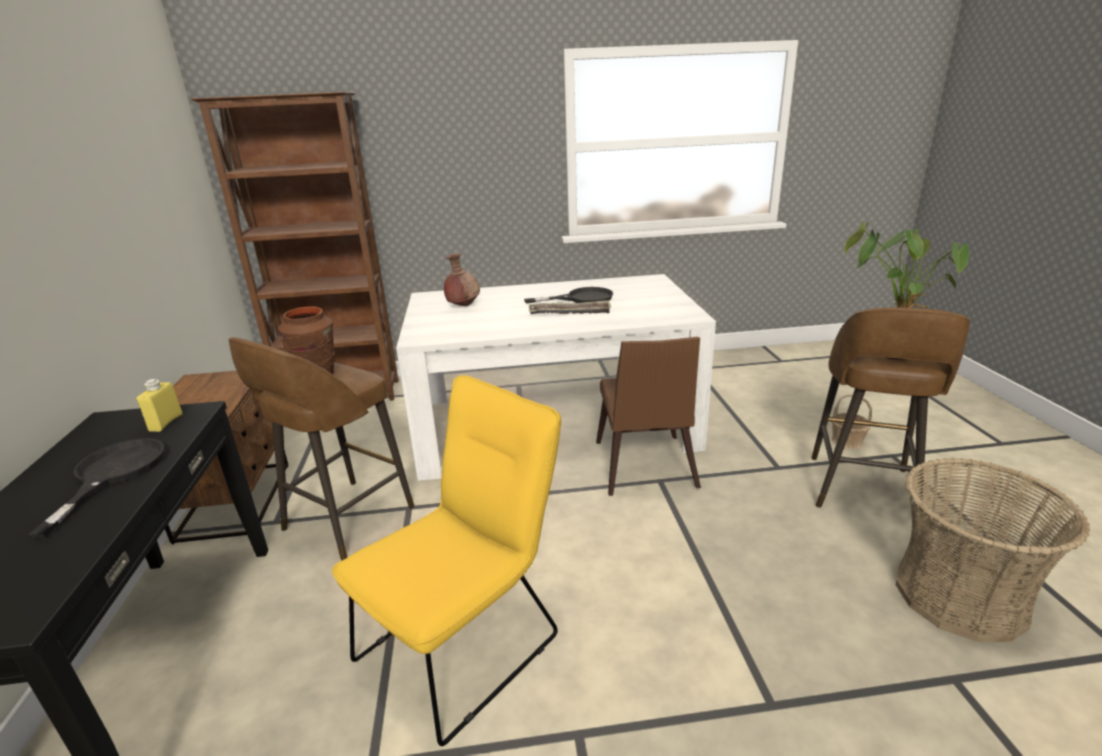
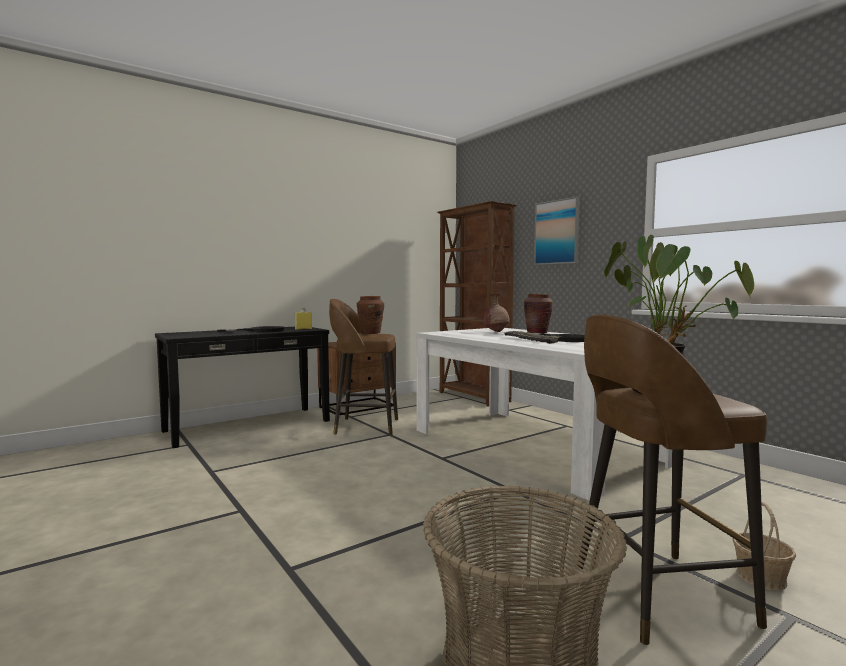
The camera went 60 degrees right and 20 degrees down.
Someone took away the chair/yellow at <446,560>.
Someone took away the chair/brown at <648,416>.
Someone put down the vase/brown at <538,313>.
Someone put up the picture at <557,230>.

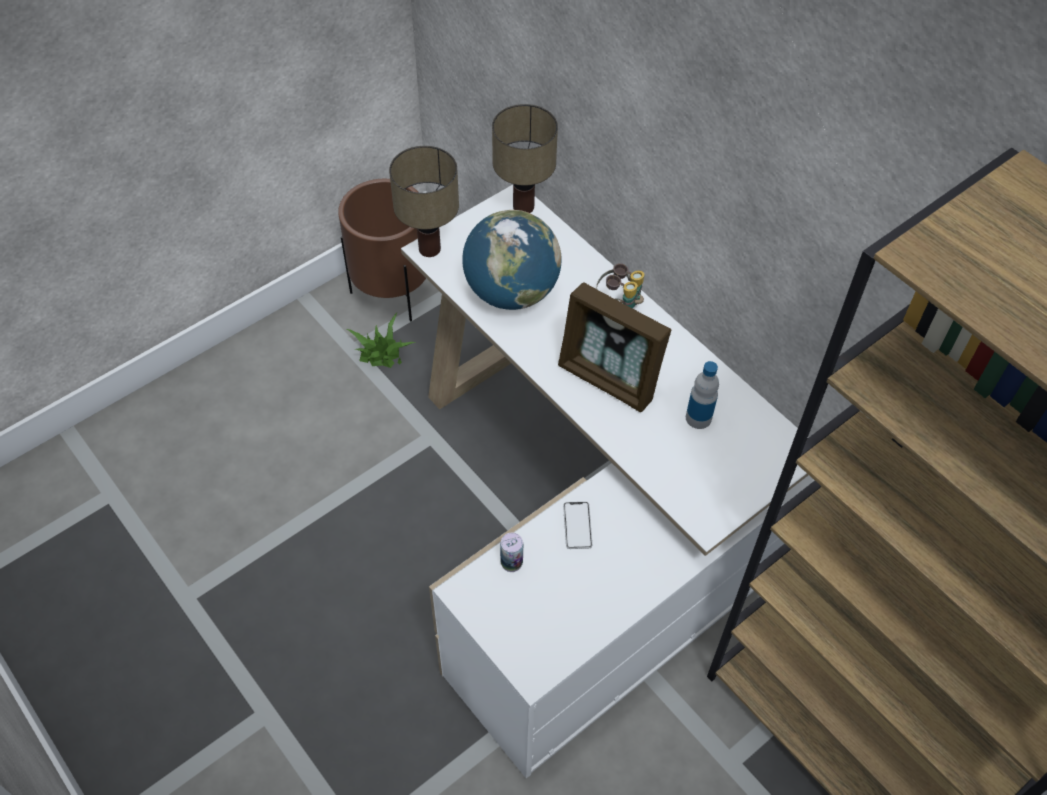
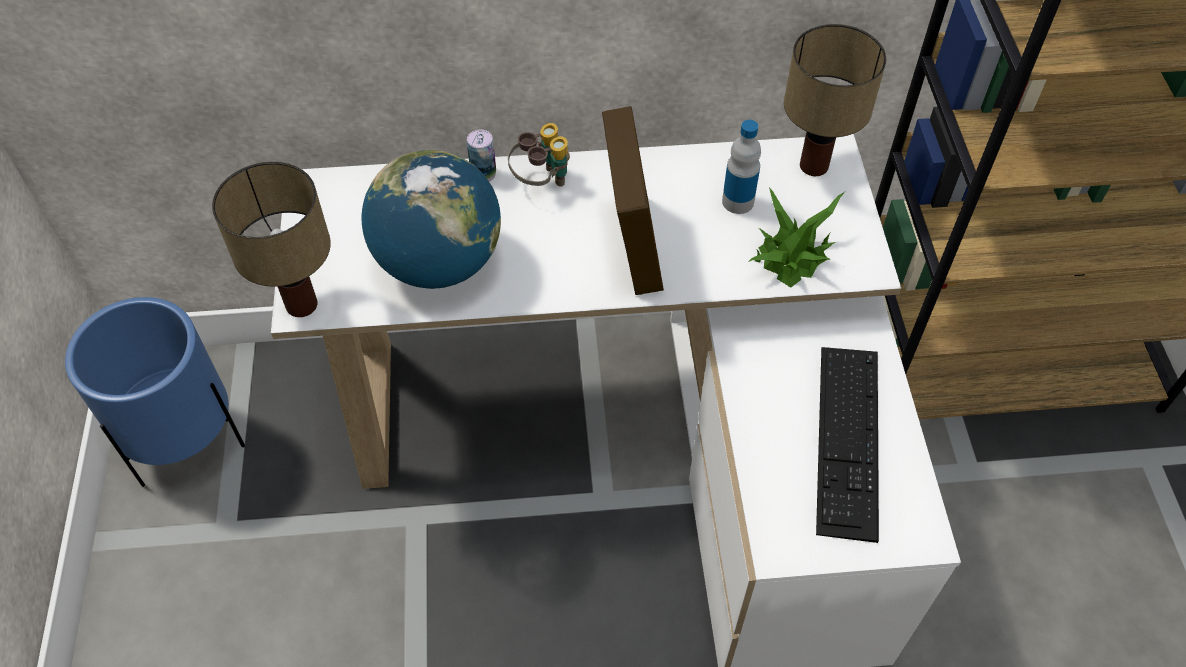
The camera went 55 degrees left and 0 degrees up.
Someone took away the phone at <577,525>.
Someone put down the keyboard at <847,445>.
Someone carried the potted plant from <381,340> to <796,237>.
Someone carried the table lamp from <525,158> to <835,100>.
Someone carried the can from <511,552> to <481,156>.
Someone repainted the planter/brown at <382,250>, which became the planter/blue at <155,392>.
Someone rotated the picture frame at <614,347> by 75 degrees counterclockwise.

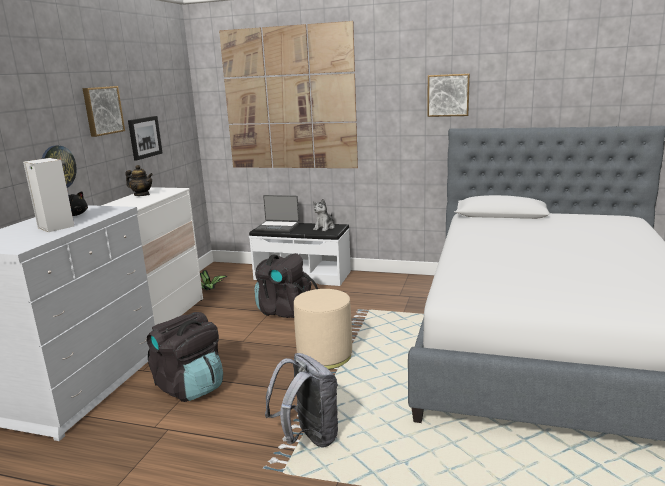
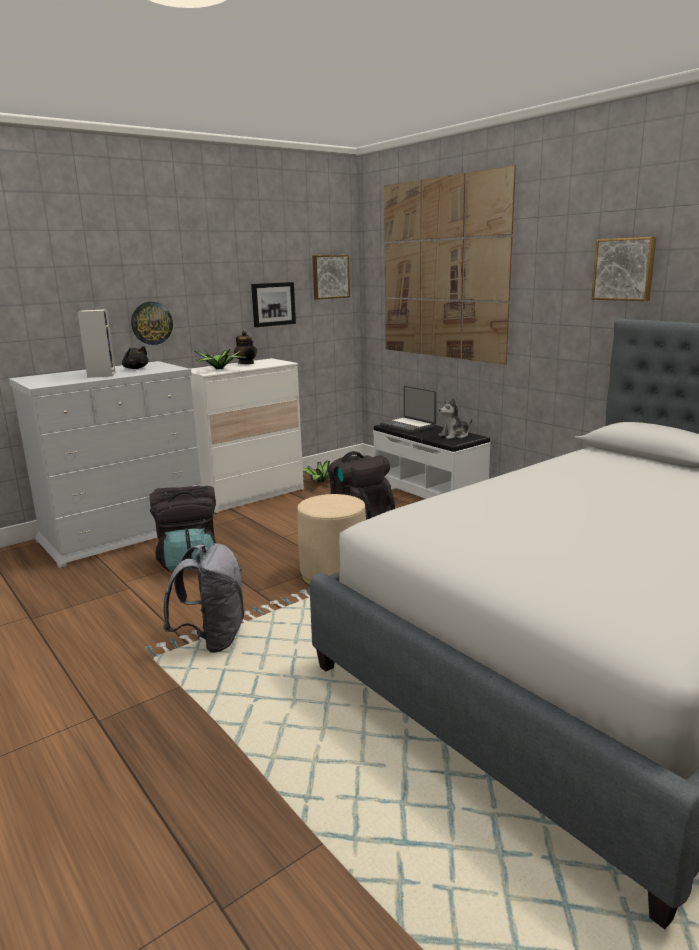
The camera went 35 degrees right and 0 degrees up.
Someone put down the potted plant at <220,359>.
Someone carried the picture from <104,111> to <331,277>.

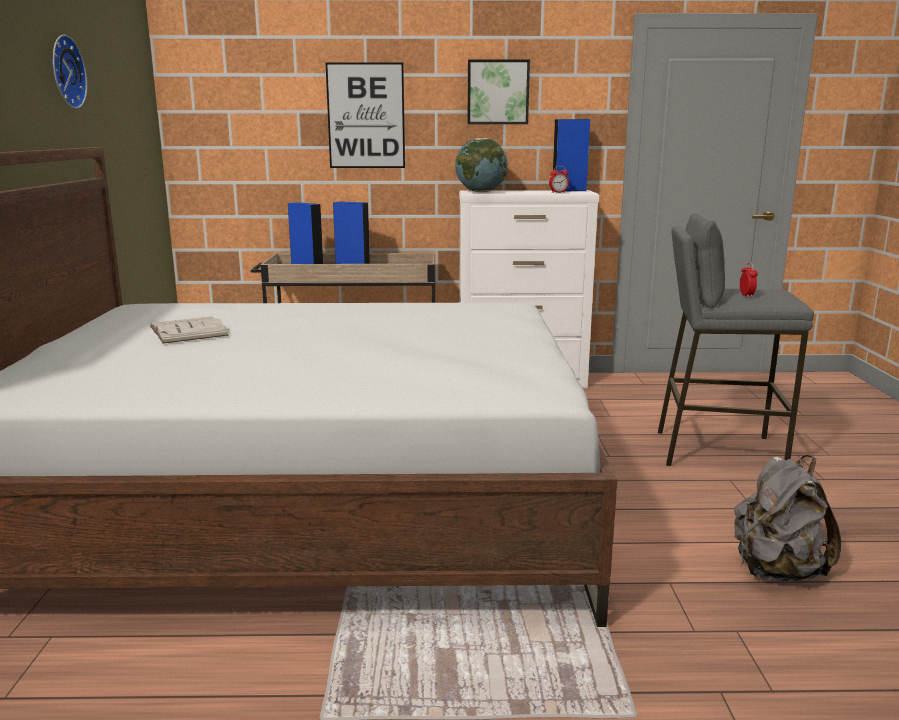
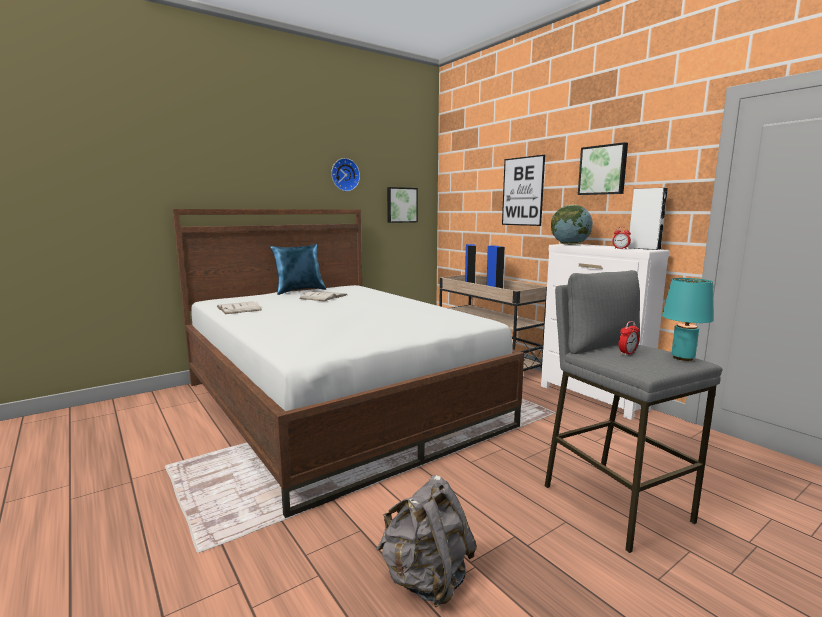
The camera went 55 degrees right and 5 degrees down.
Someone put down the book/white at <239,308>.
Someone put down the pillow/blue at <298,269>.
Someone put up the picture at <402,205>.
Someone put down the table lamp/turquoise at <688,319>.
Someone repainted the speaker/blue at <570,155>, which became the speaker/white at <647,219>.

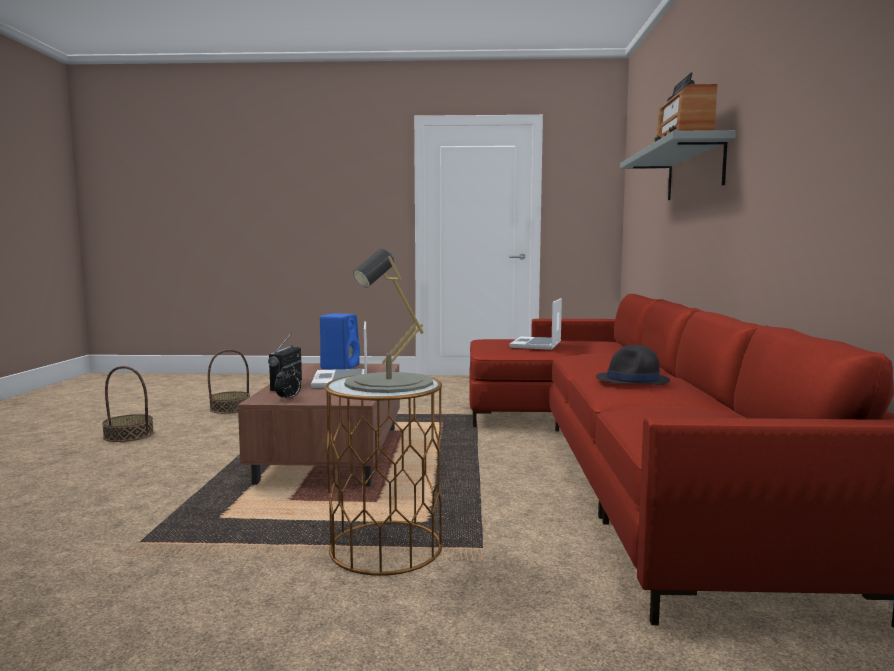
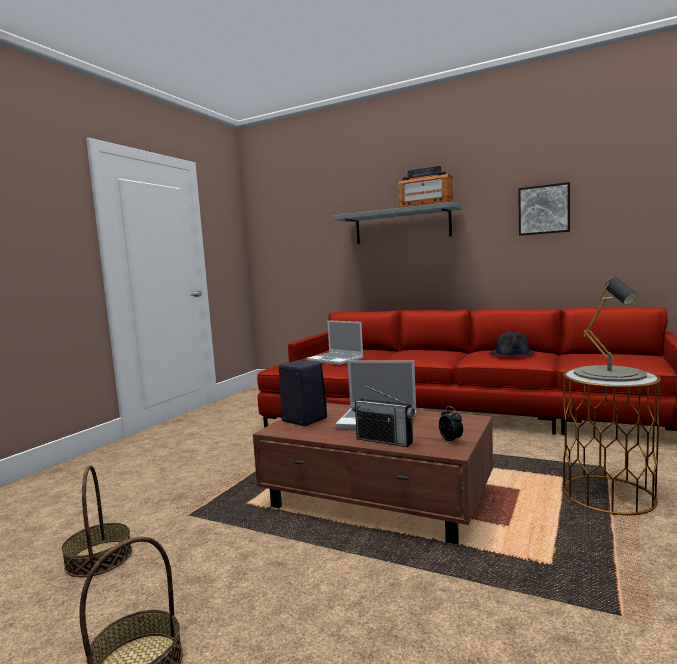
The camera went 65 degrees left and 0 degrees up.
Someone put up the picture at <544,209>.
Someone repainted the speaker/blue at <340,341>, which became the speaker/black at <303,393>.

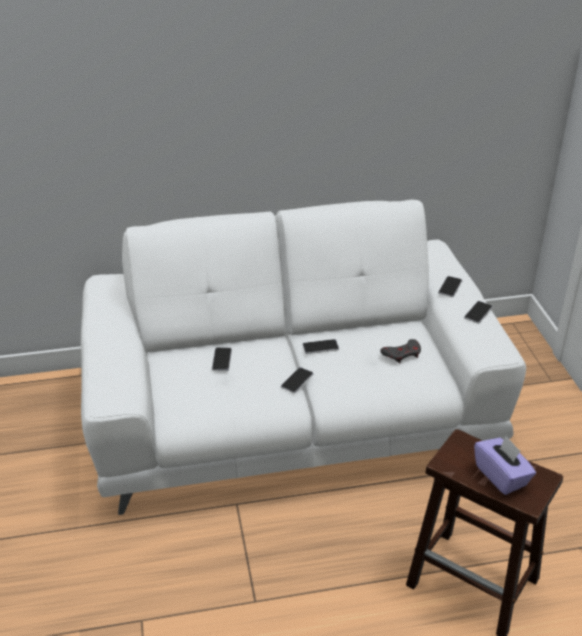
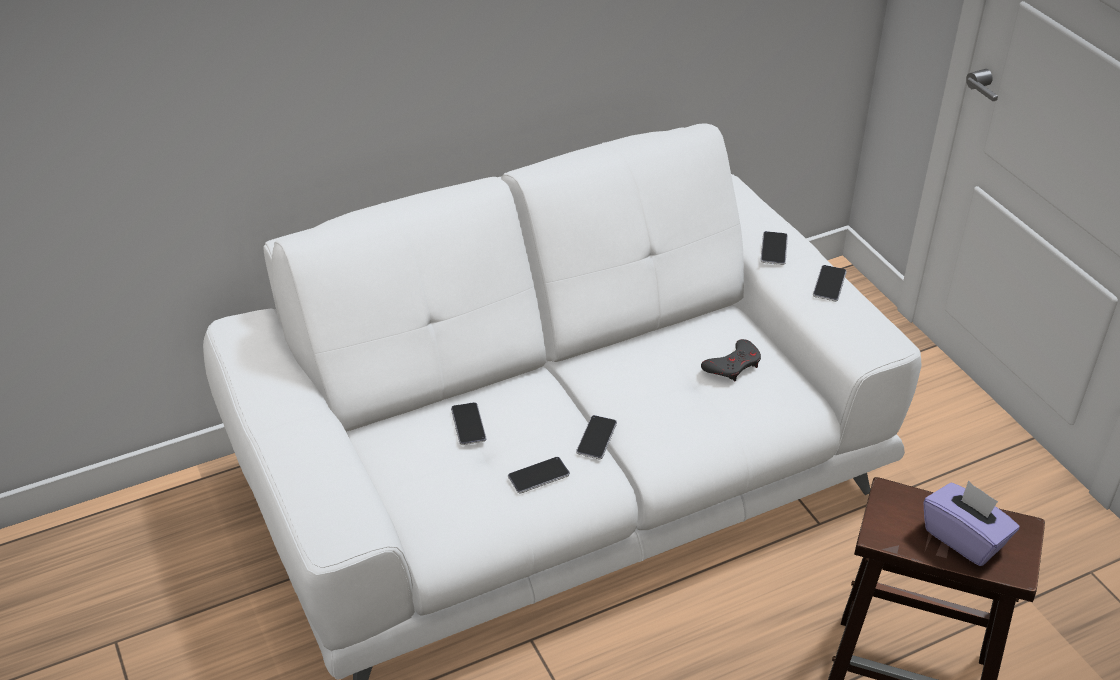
The camera went 15 degrees left and 5 degrees up.
Someone carried the phone from <320,346> to <539,475>.

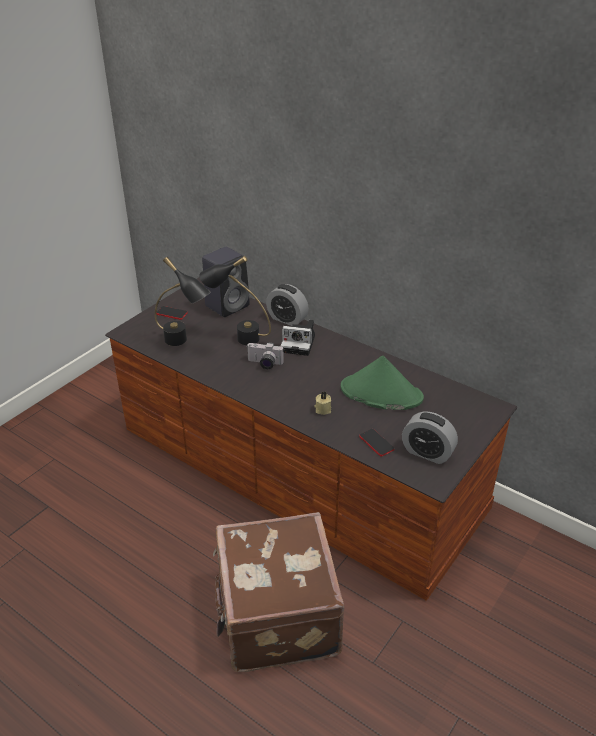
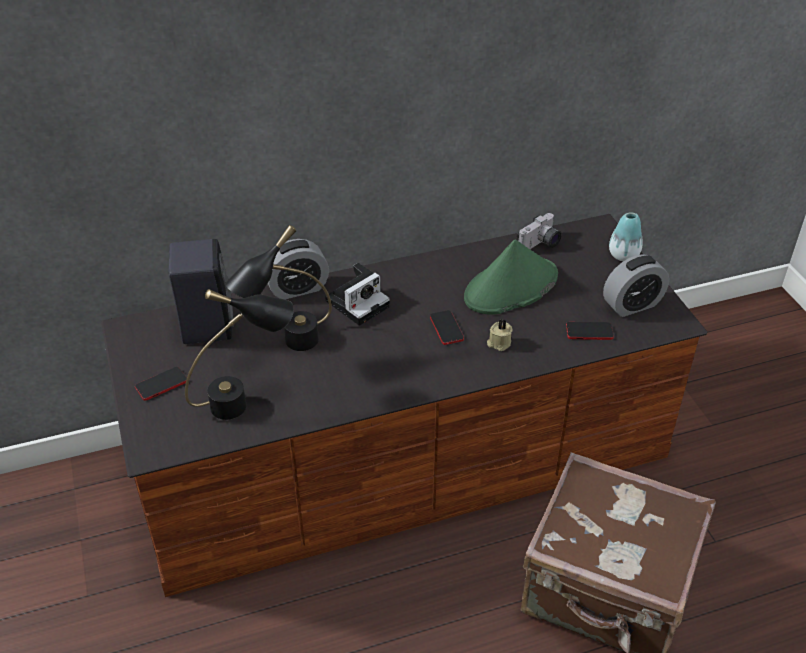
The camera went 55 degrees left and 5 degrees up.
Someone put down the phone at <447,327>.
Someone put down the vase at <626,237>.
Someone carried the photo camera from <265,355> to <539,231>.

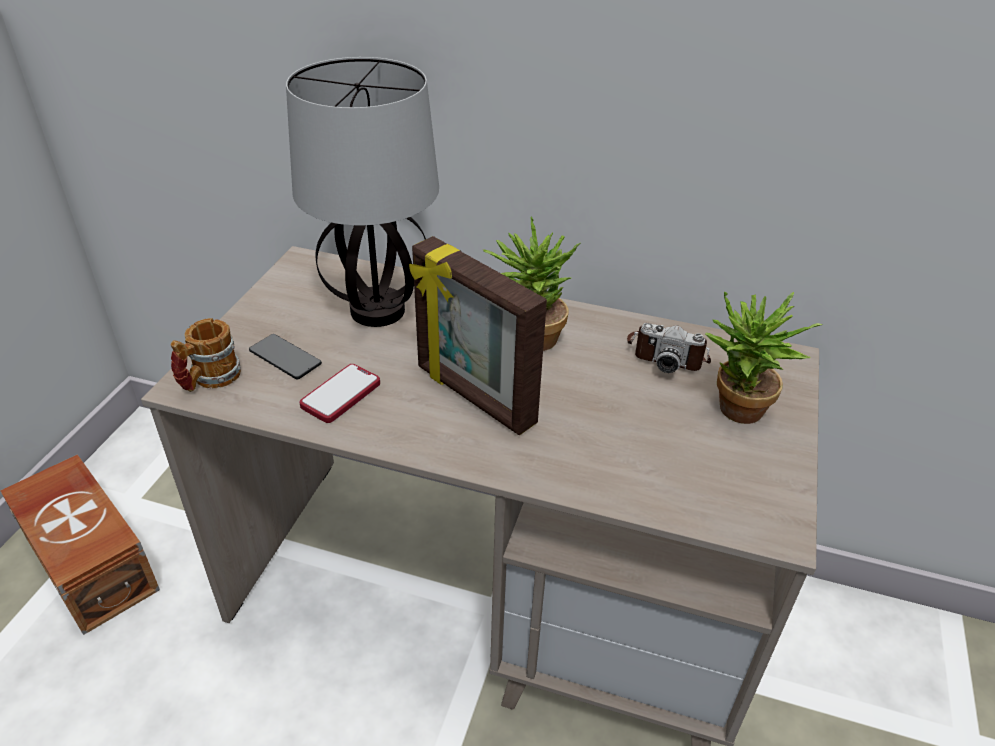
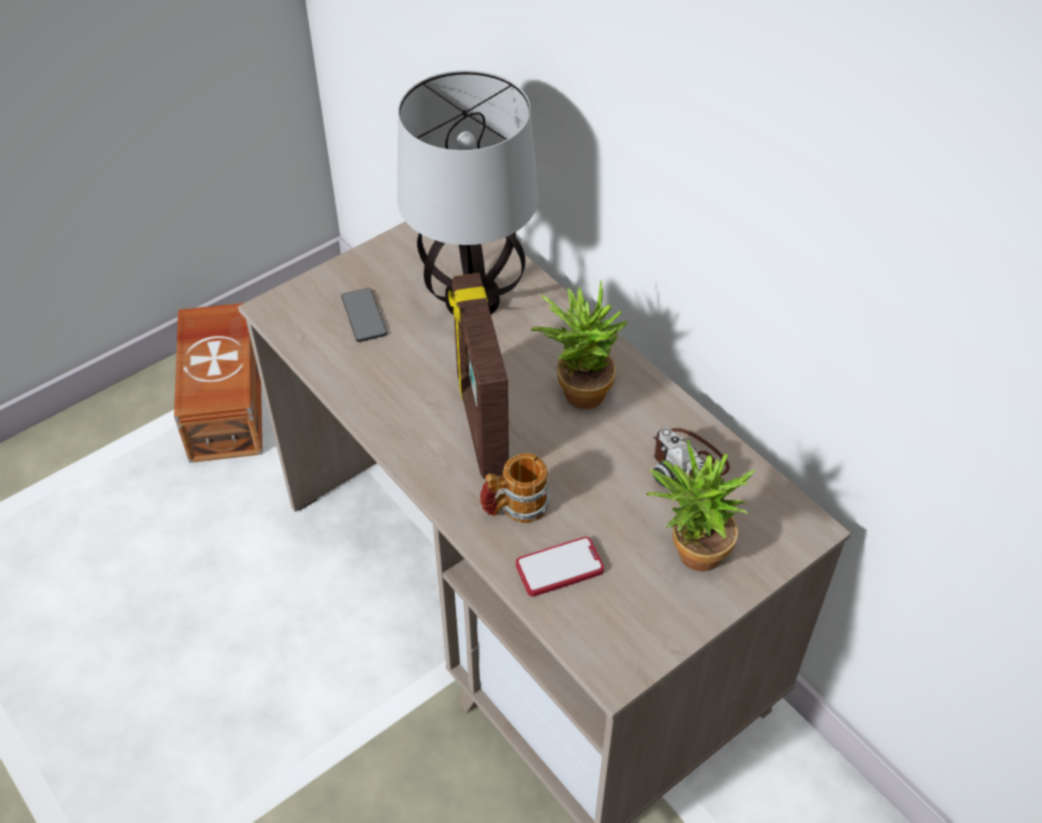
The camera went 35 degrees right and 10 degrees up.
Someone carried the mug from <206,355> to <514,488>.
Someone carried the phone from <340,393> to <560,567>.

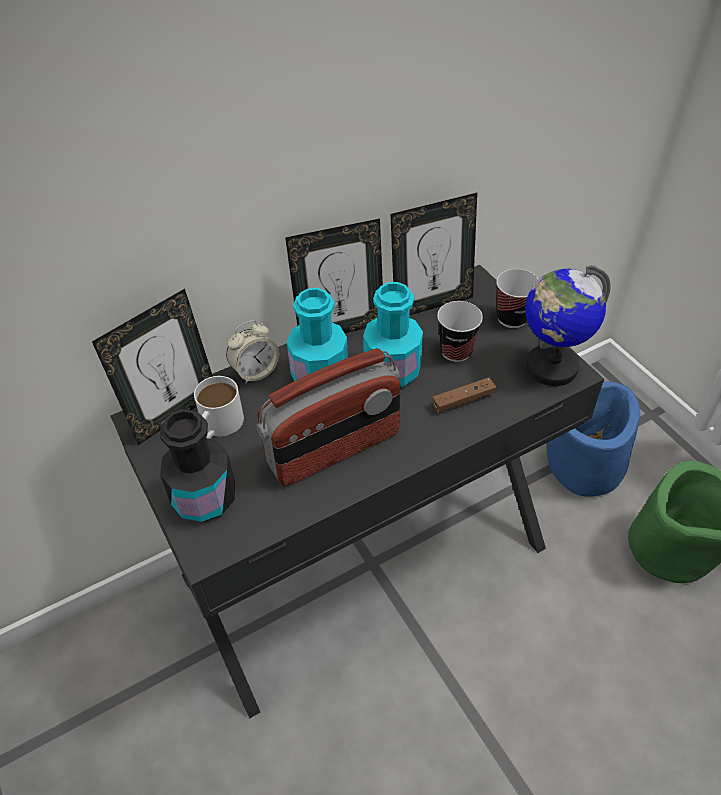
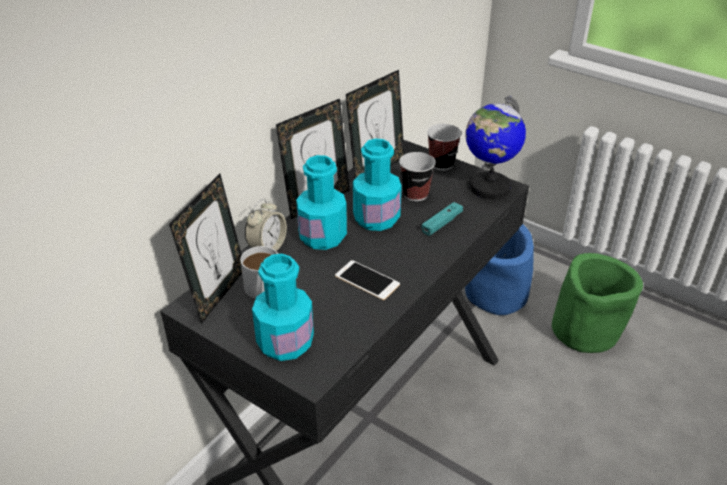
The camera went 25 degrees left and 10 degrees down.
Someone swapped the radio at <328,417> for the phone at <367,280>.
Someone repainted the bottle/black at <197,465>, which became the bottle/turquoise at <283,307>.
Someone repainted the game controller/brown at <464,395>, which became the game controller/turquoise at <442,219>.

